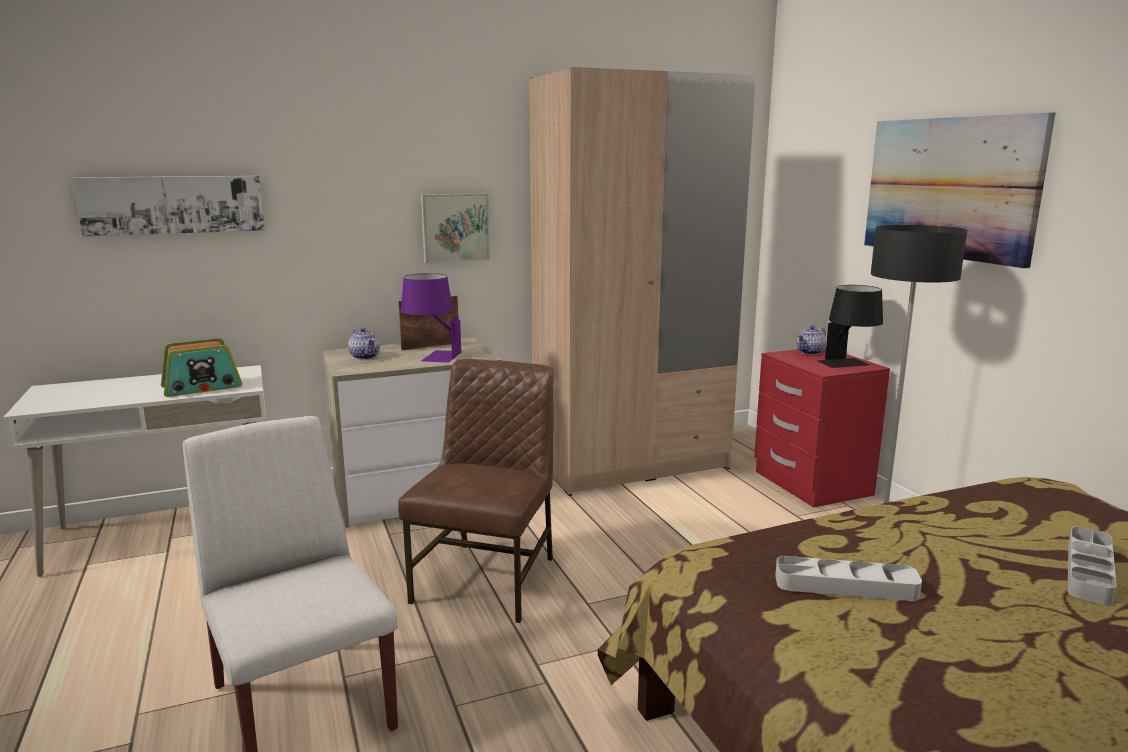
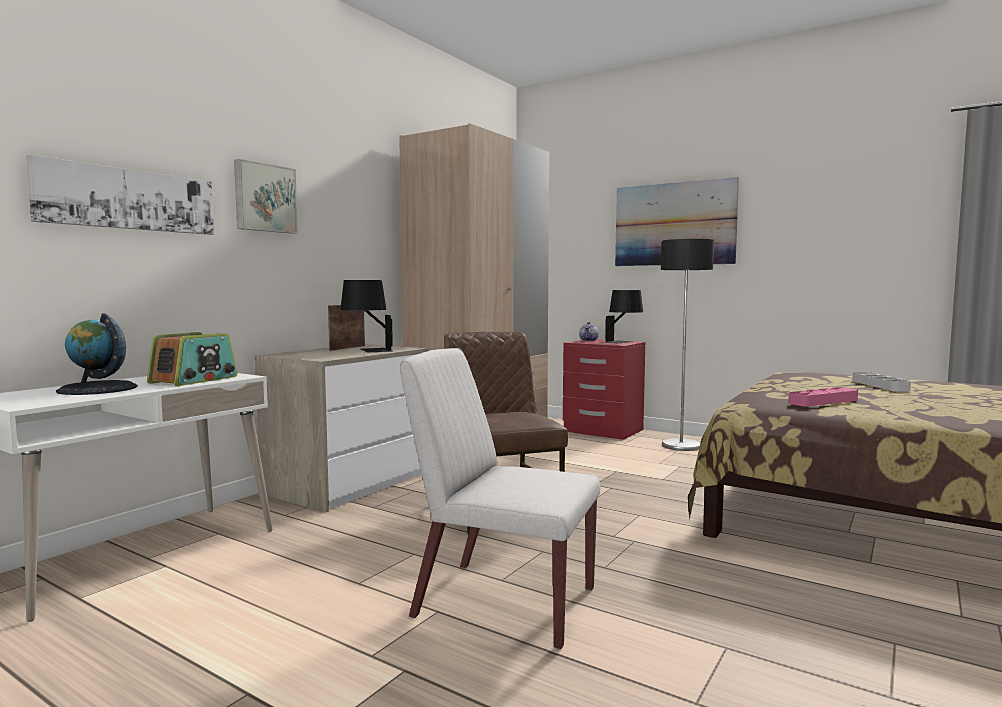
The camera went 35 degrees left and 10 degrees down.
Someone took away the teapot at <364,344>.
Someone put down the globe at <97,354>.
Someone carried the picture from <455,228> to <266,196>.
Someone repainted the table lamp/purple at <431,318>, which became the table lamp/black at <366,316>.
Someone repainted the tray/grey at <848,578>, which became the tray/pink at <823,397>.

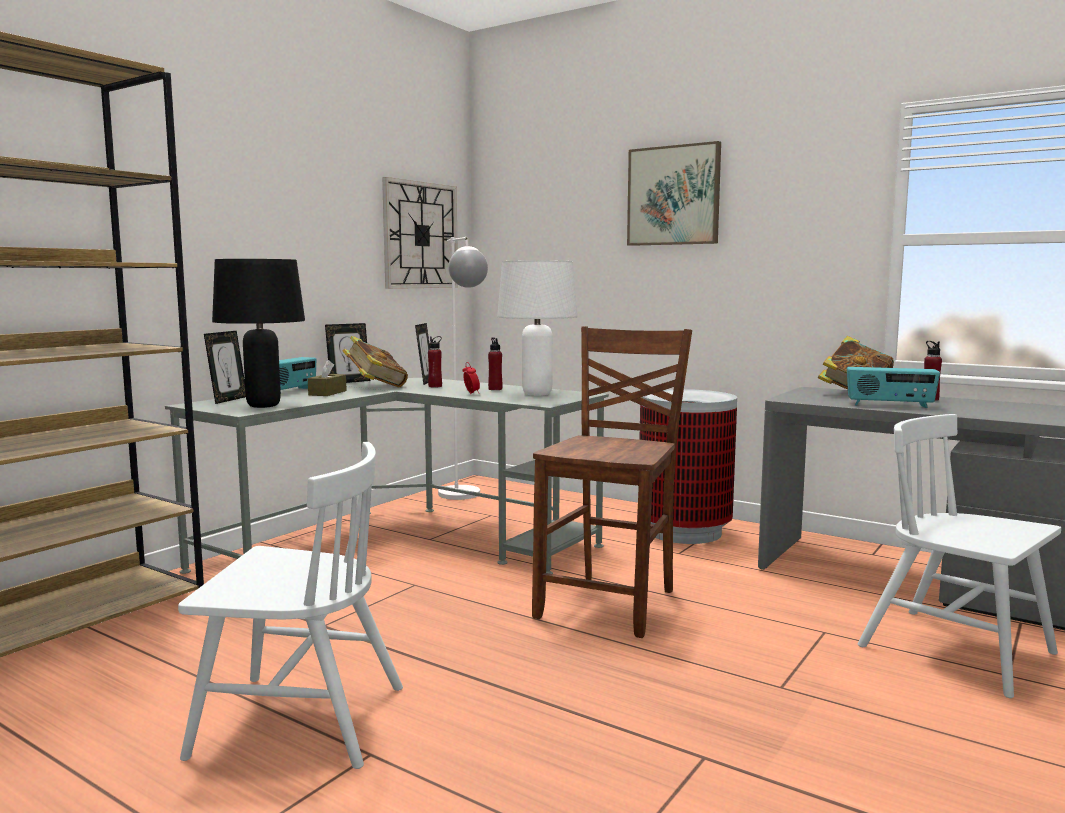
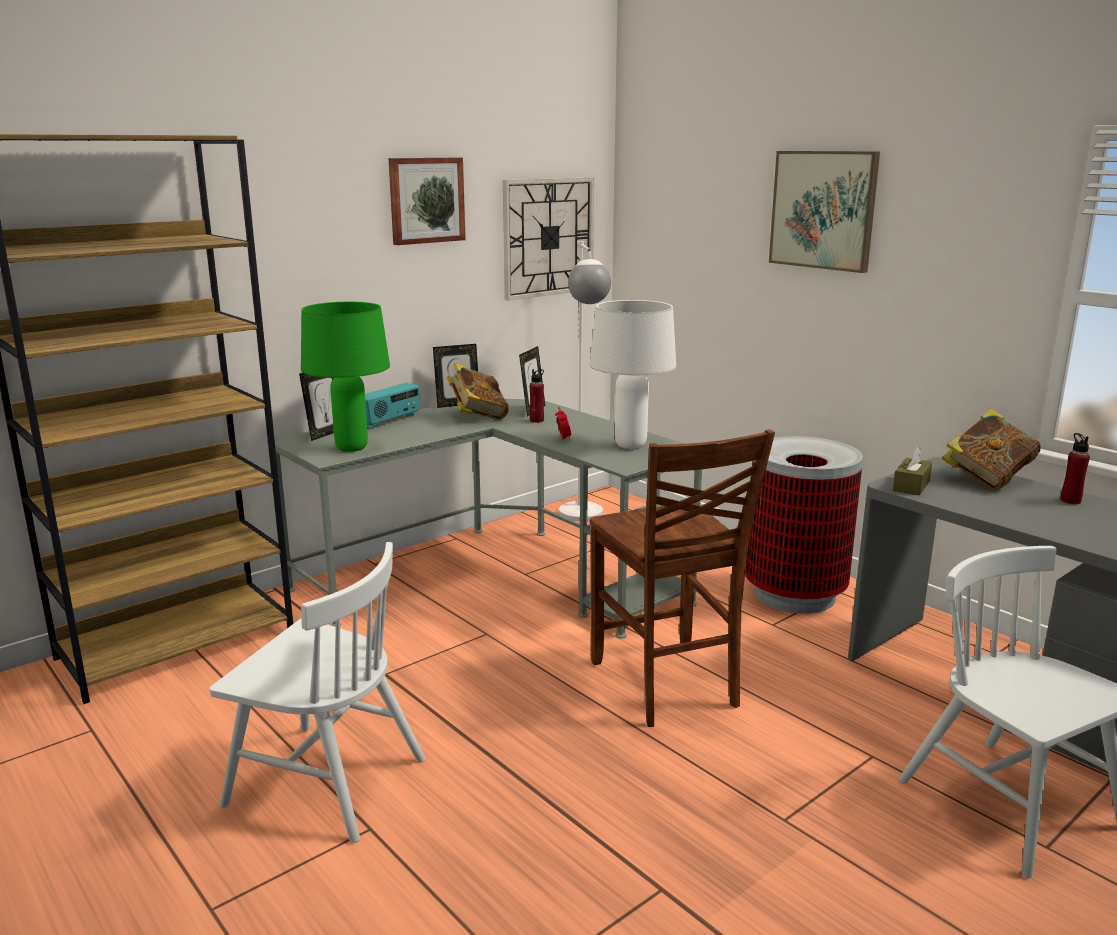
The camera went 15 degrees right and 10 degrees up.
Someone took away the bottle/red at <495,363>.
Someone took away the radio at <893,387>.
Someone put up the picture at <427,201>.
Someone carried the tissue box/brown from <327,378> to <912,471>.
Someone repainted the table lamp/black at <258,333>, which became the table lamp/green at <345,377>.
Someone rotated the chair/brown at <612,482> by 120 degrees clockwise.

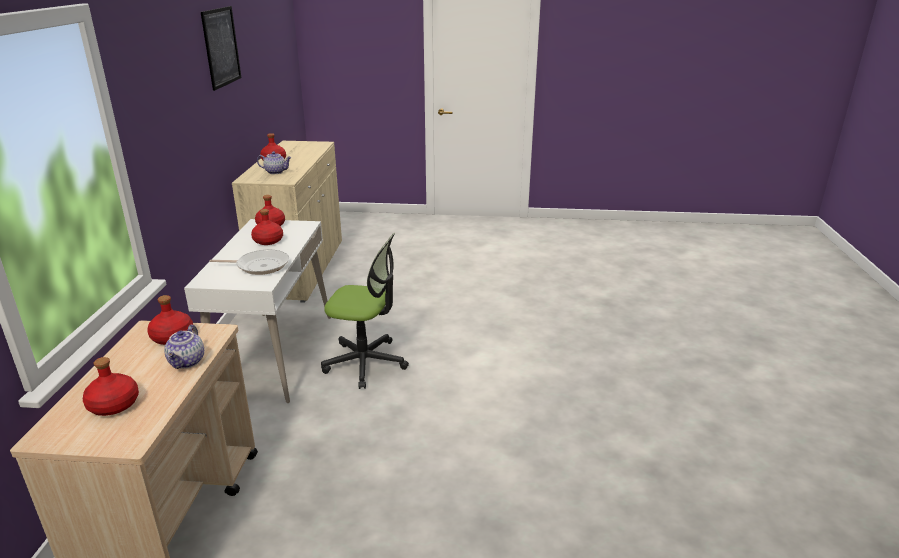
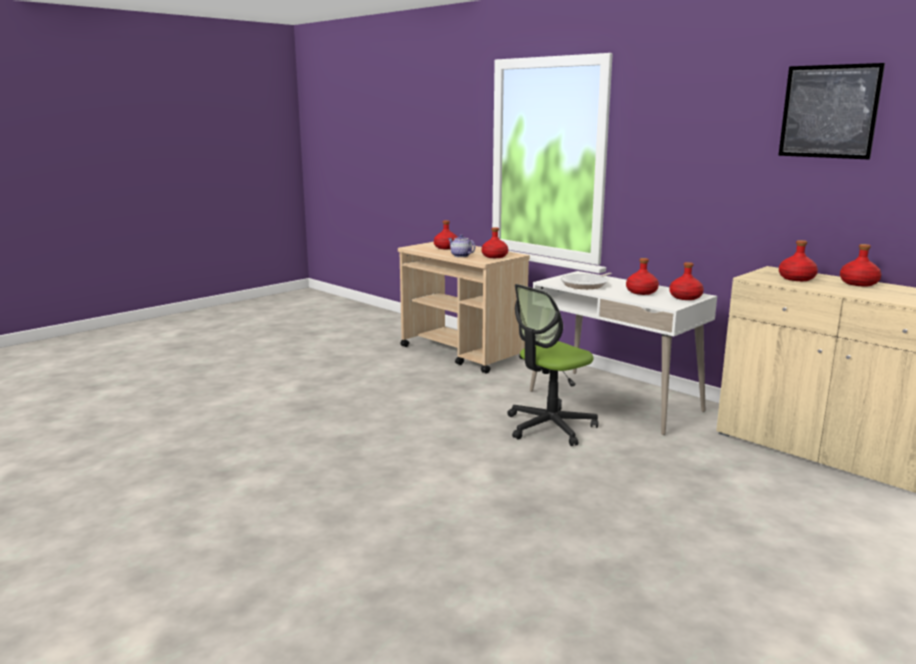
The camera went 130 degrees right and 10 degrees down.
Someone swapped the teapot at <274,162> for the bottle/red at <798,260>.

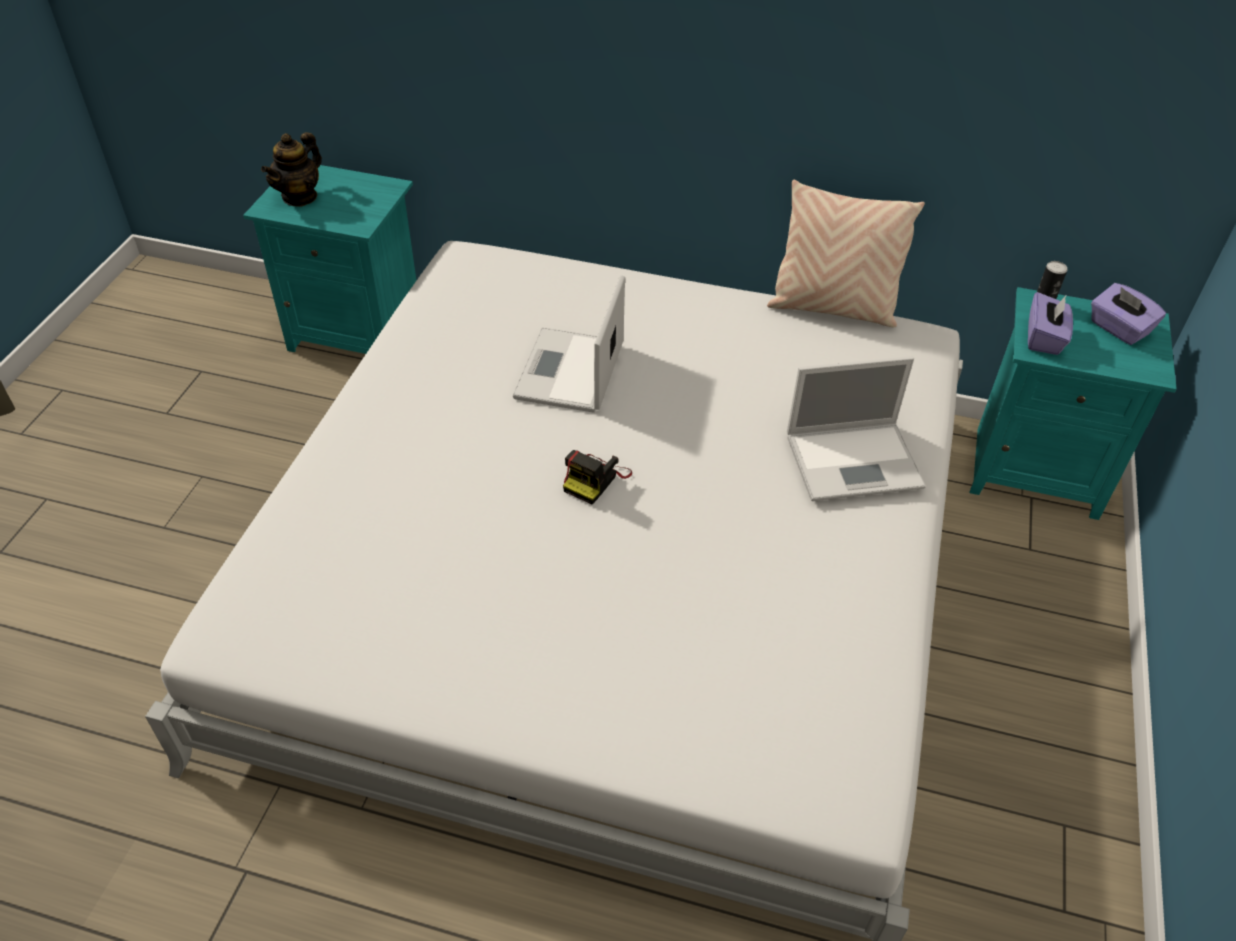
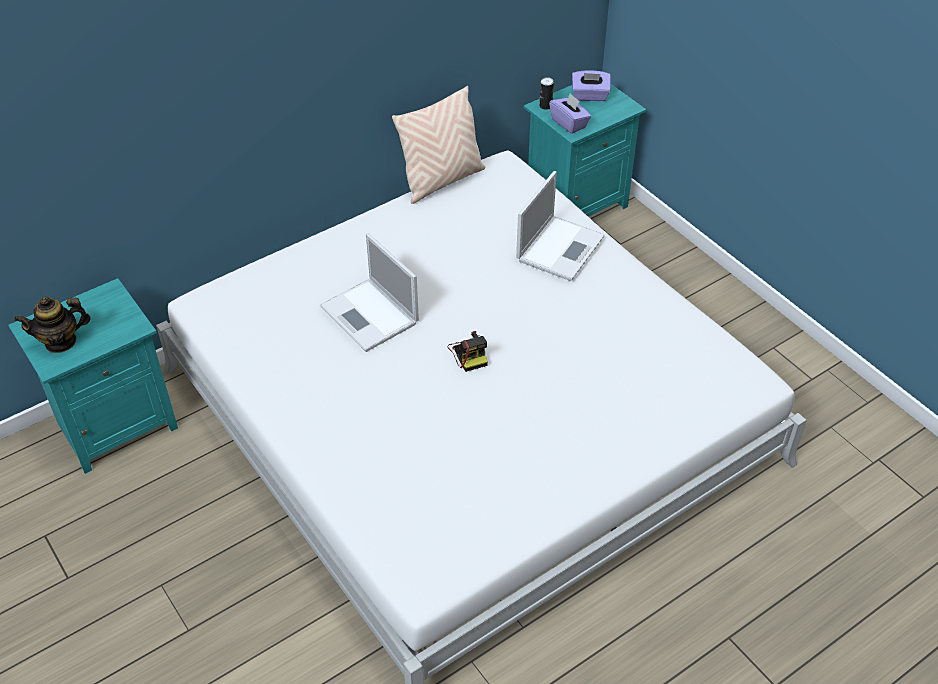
The camera went 50 degrees left and 0 degrees up.
Someone rotated the teapot at <291,169> by 90 degrees clockwise.

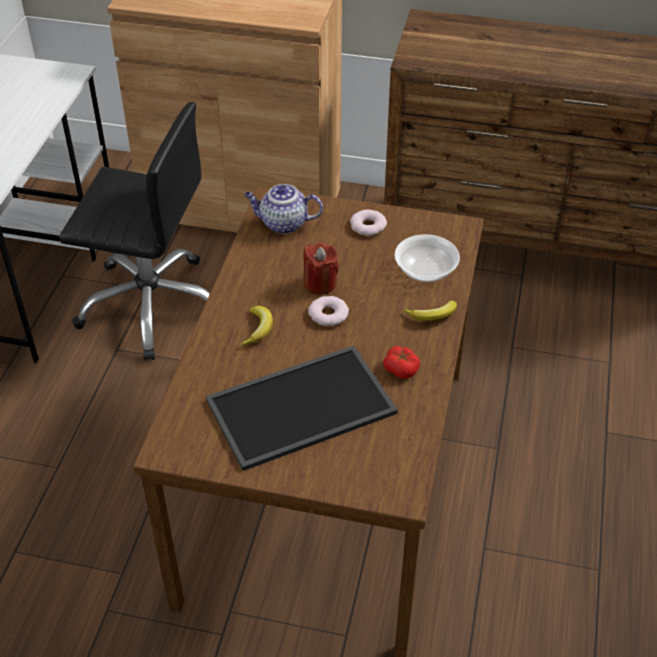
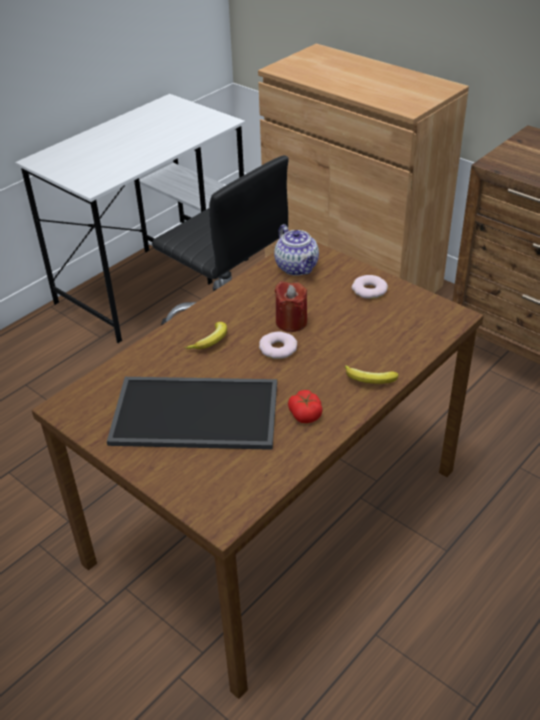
The camera went 30 degrees right and 5 degrees down.
Someone took away the bowl at <427,258>.
Someone rotated the teapot at <283,209> by 150 degrees counterclockwise.

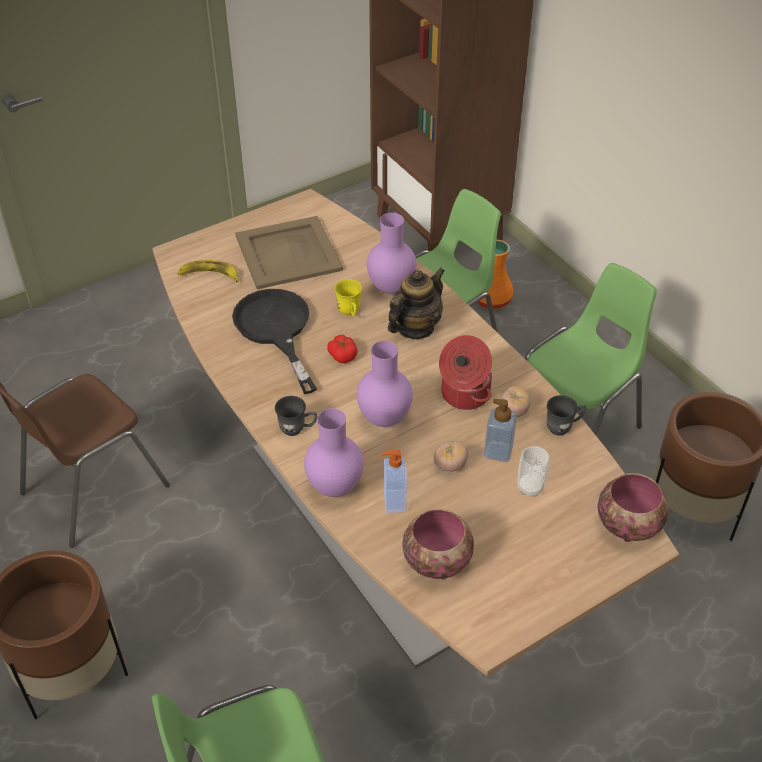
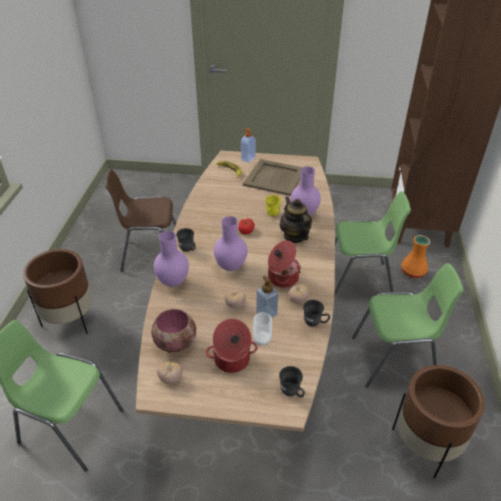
The camera went 40 degrees right and 5 degrees down.
Someone took away the frying pan/black at <274,341>.
Someone put down the tomato at <170,373>.
Someone put down the cooking pot at <232,346>.
Someone carried the soap dispenser from <394,481> to <248,145>.
Someone swapped the bowl at <633,507> for the mug/grey at <292,381>.
Someone rotated the teapot at <416,303> by 105 degrees counterclockwise.

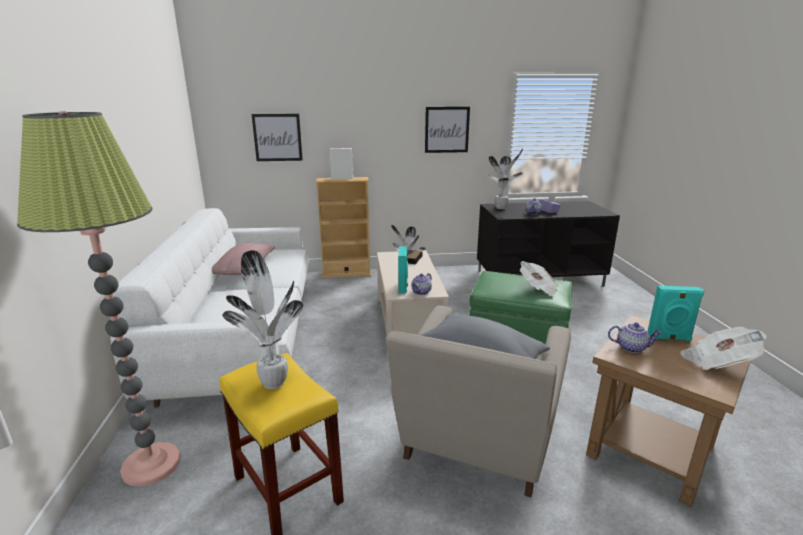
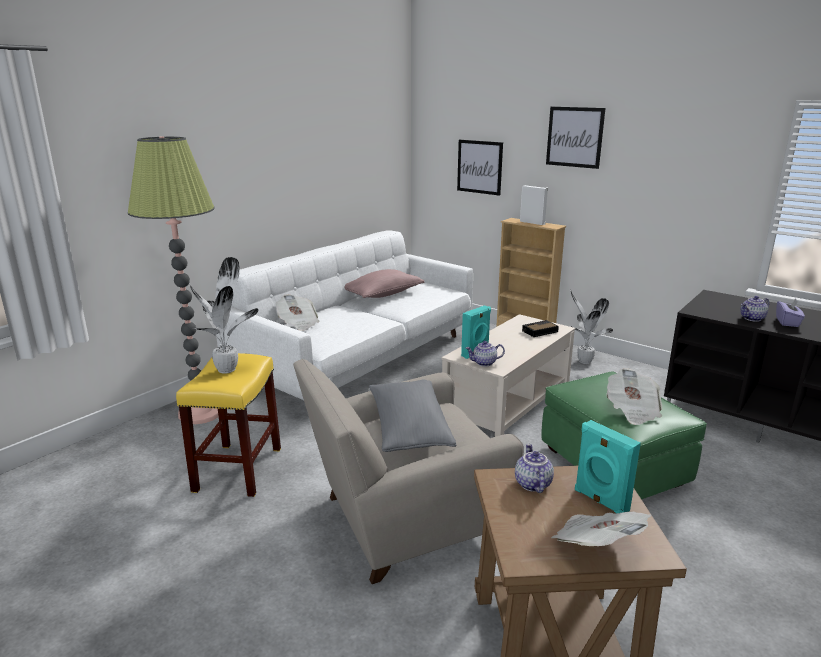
The camera went 45 degrees right and 0 degrees up.
Someone took away the potted plant at <505,179>.
Someone put down the newspaper at <298,312>.
Someone carried the picture from <447,130> to <576,138>.
Someone rotated the teapot at <635,338> by 150 degrees counterclockwise.

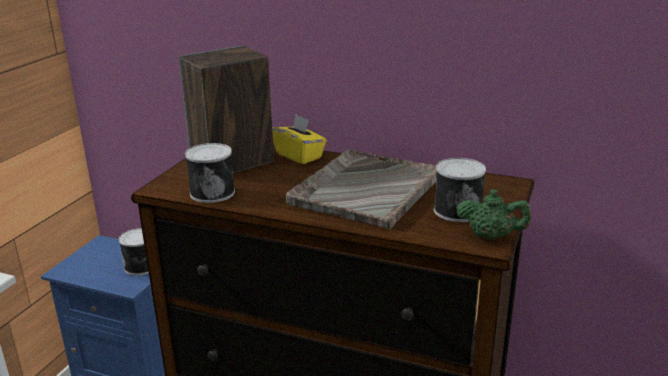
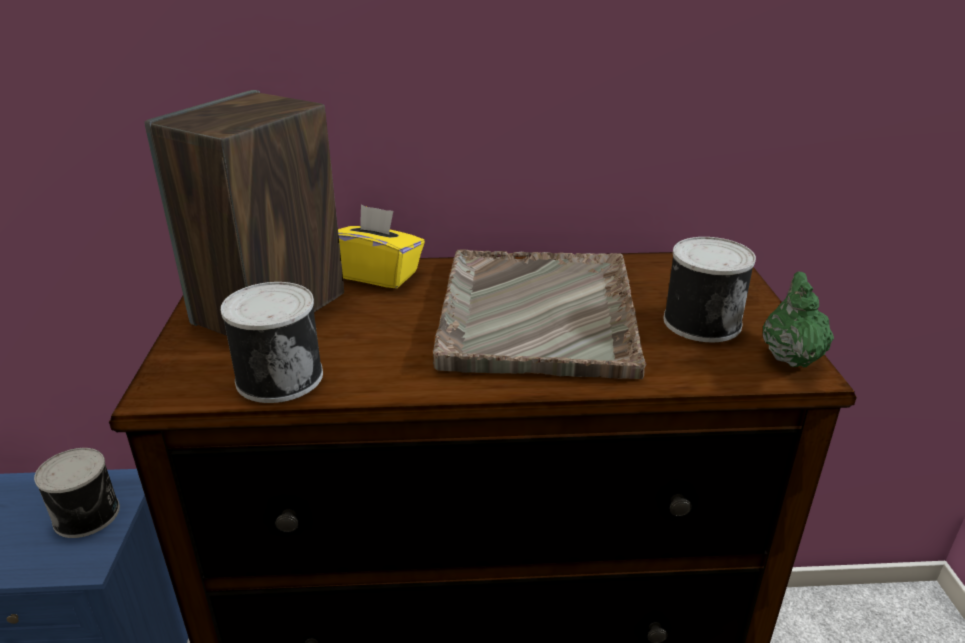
The camera went 25 degrees left and 5 degrees up.
Someone rotated the teapot/green at <494,214> by 75 degrees counterclockwise.

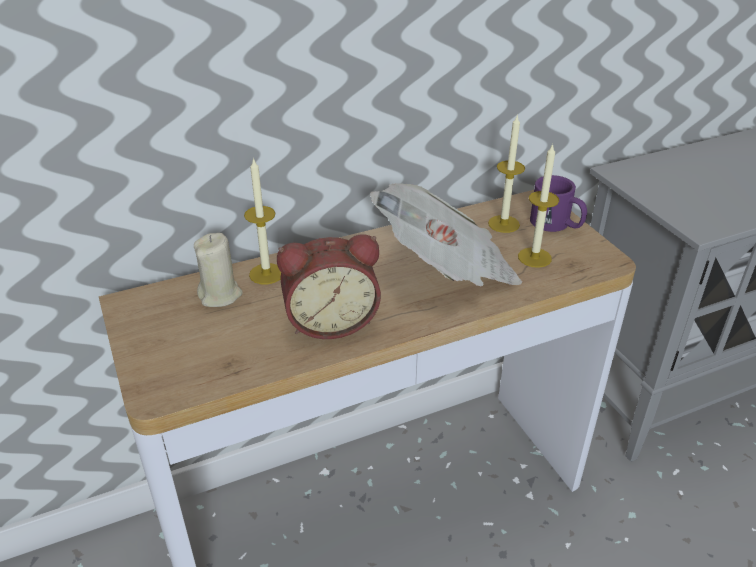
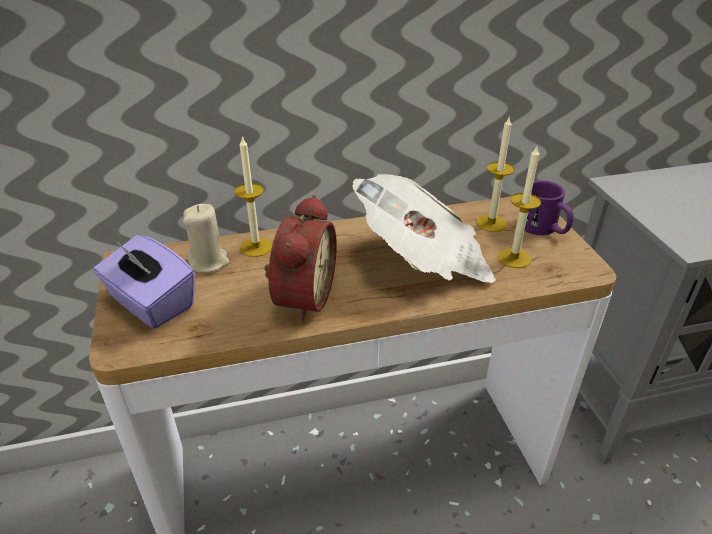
The camera went 10 degrees right and 0 degrees up.
Someone put down the tissue box/purple at <144,282>.
Someone rotated the alarm clock at <329,286> by 75 degrees counterclockwise.

